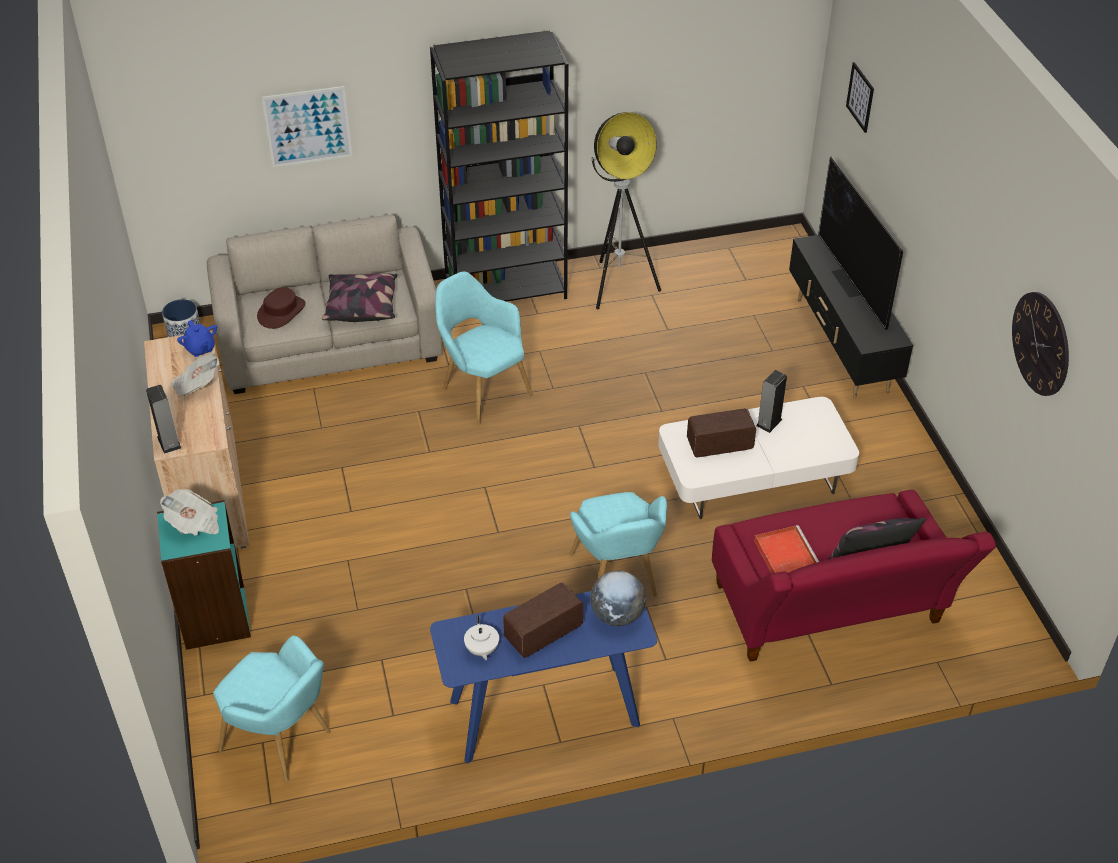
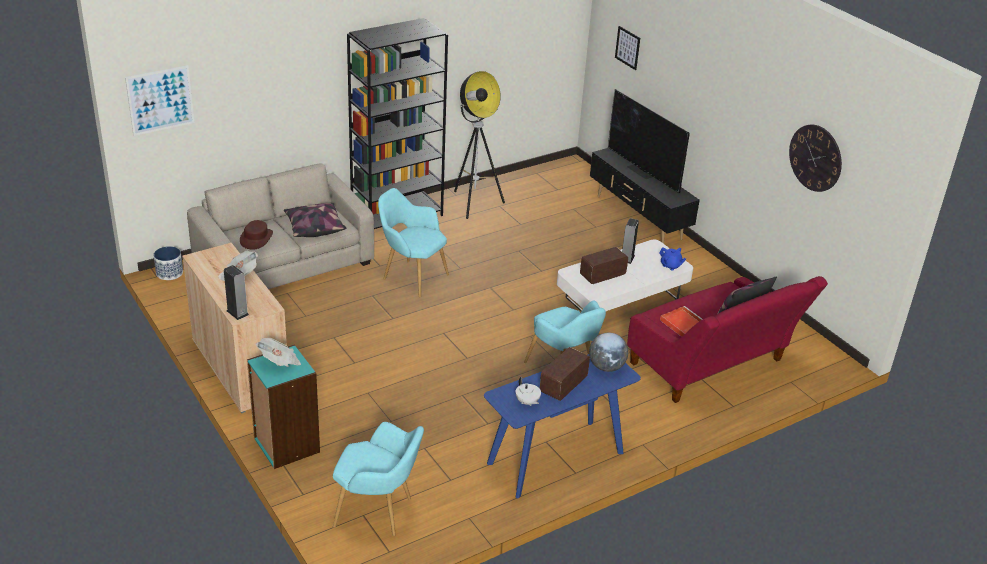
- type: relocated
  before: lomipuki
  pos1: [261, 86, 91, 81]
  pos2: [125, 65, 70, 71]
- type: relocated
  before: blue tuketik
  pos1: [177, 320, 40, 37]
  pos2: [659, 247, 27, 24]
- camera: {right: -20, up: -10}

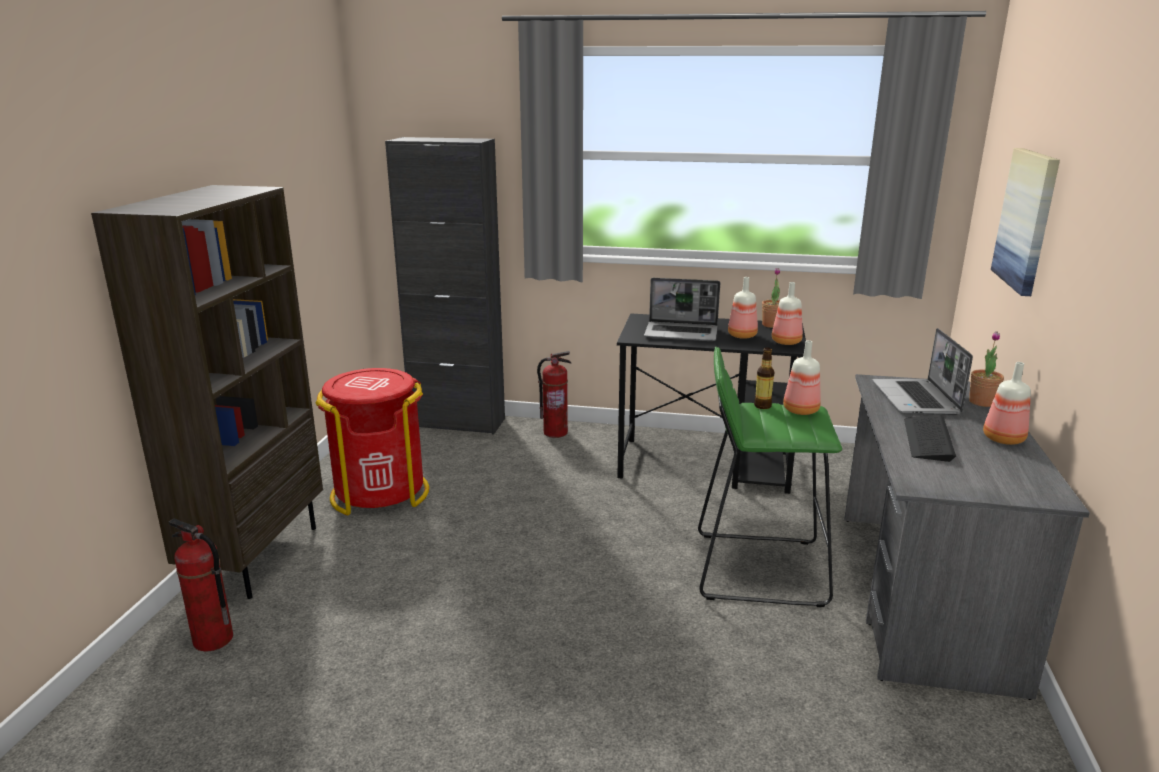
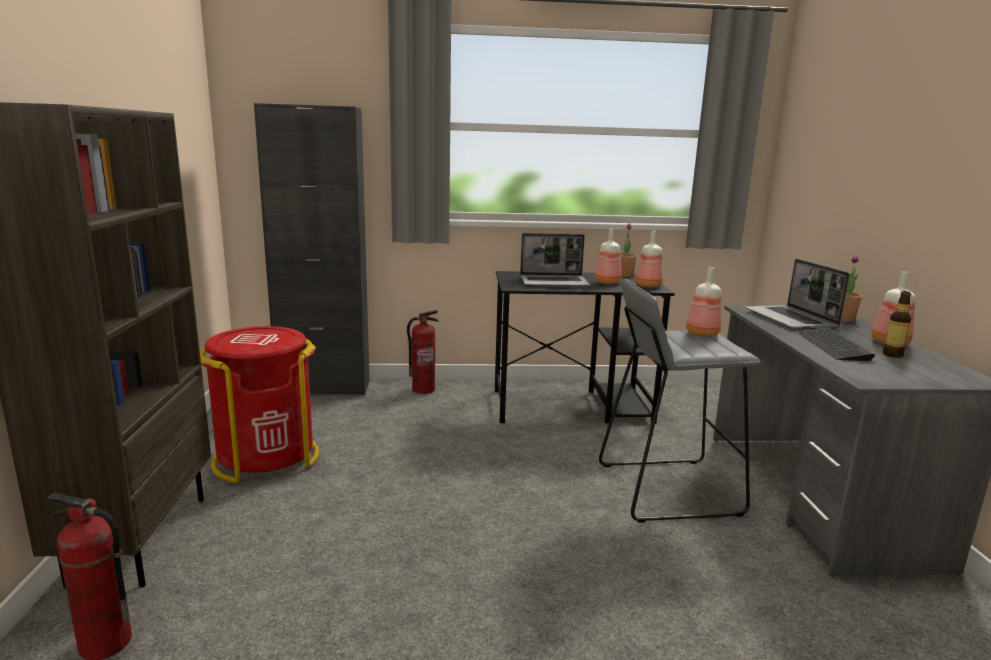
- type: missing
  before: lomipuki
  pos1: [991, 148, 69, 148]
- type: colour
  before: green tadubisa
  after: grey tadubisa
  pos1: [698, 347, 144, 260]
  pos2: [599, 278, 162, 245]
- type: relocated
  before: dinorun
  pos1: [754, 348, 20, 61]
  pos2: [883, 291, 29, 67]
- camera: {right: -15, up: -5}

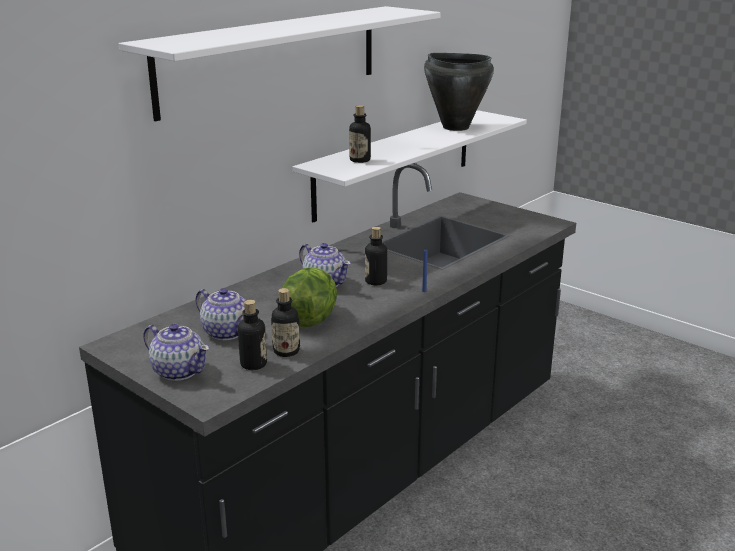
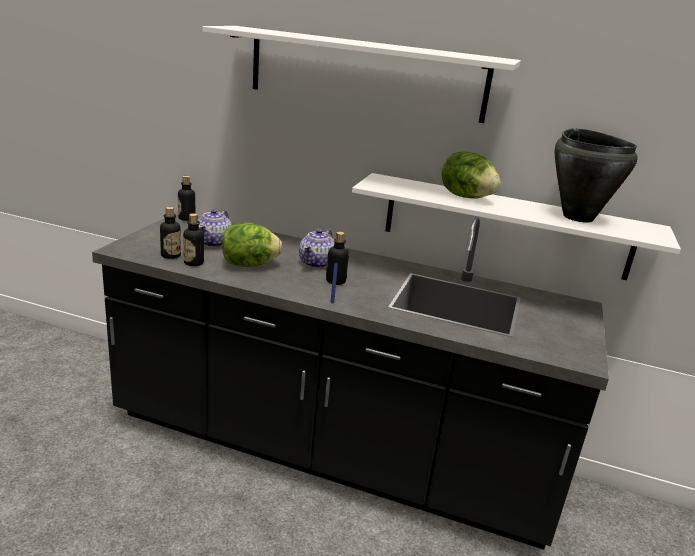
- type: relocated
  before: dinorun
  pos1: [349, 105, 22, 58]
  pos2: [178, 176, 17, 45]
- type: missing
  before: tuketik
  pos1: [143, 324, 67, 57]
- type: appeared
  after: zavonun
  pos2: [441, 151, 60, 48]
- camera: {right: 65, up: 0}

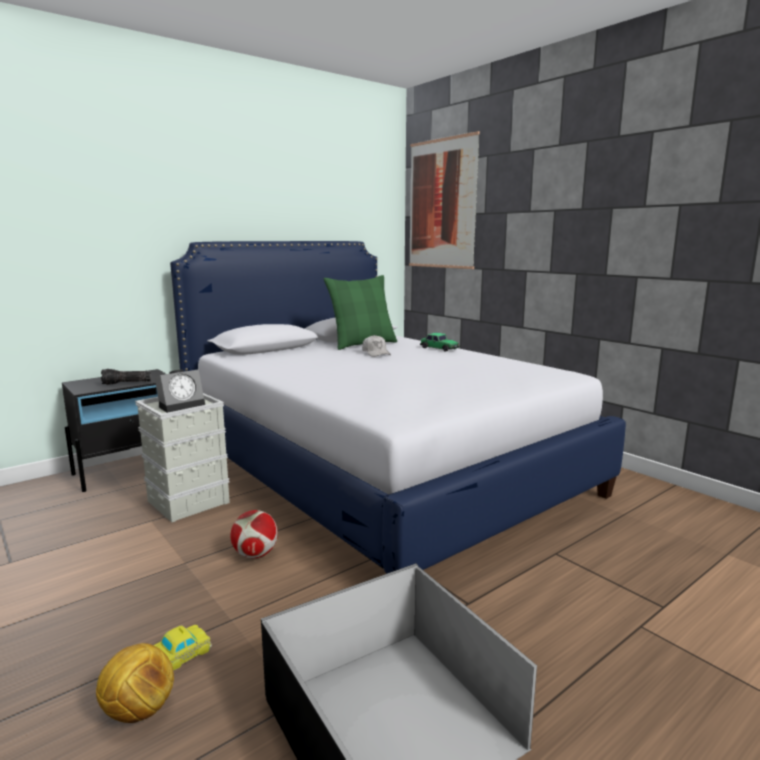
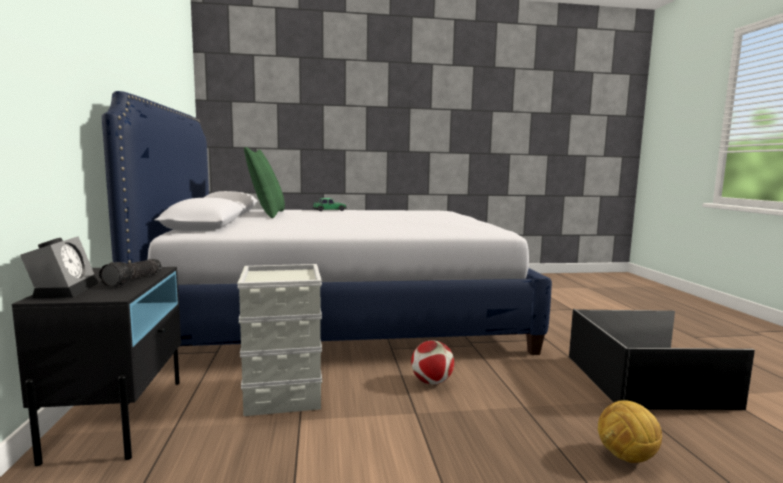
- type: missing
  before: lomipuki
  pos1: [409, 131, 71, 138]
- type: missing
  before: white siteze
  pos1: [362, 335, 29, 22]
- type: relocated
  before: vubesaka
  pos1: [155, 369, 50, 44]
  pos2: [20, 236, 78, 62]
- type: missing
  before: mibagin
  pos1: [154, 625, 58, 45]
- camera: {right: -60, up: -5}

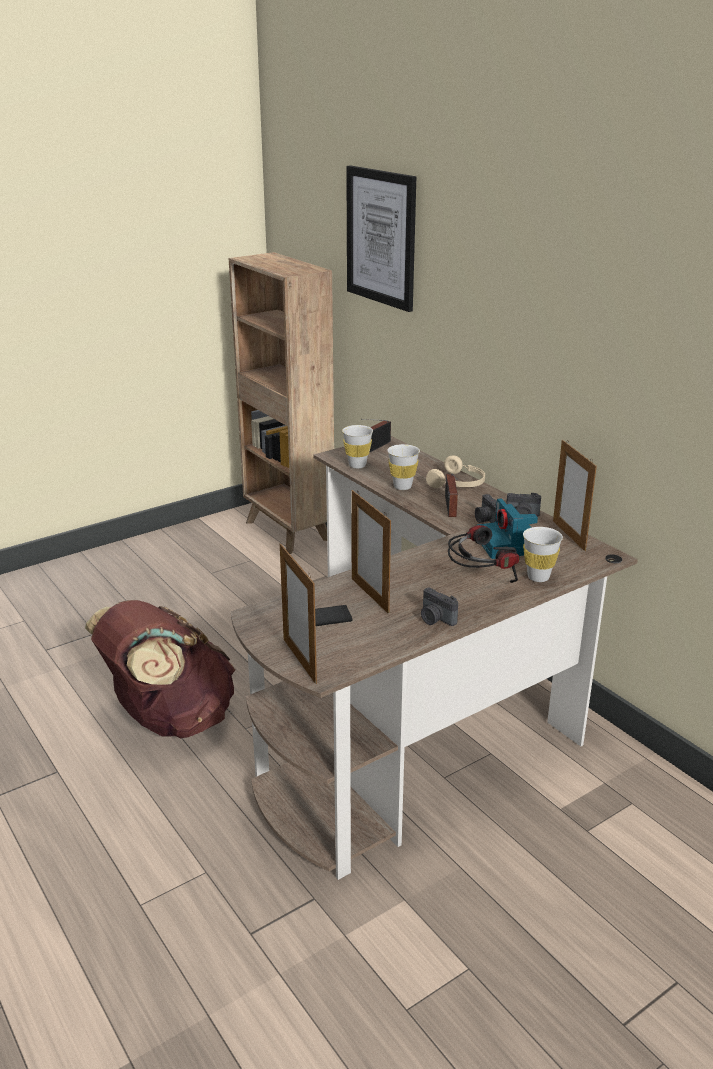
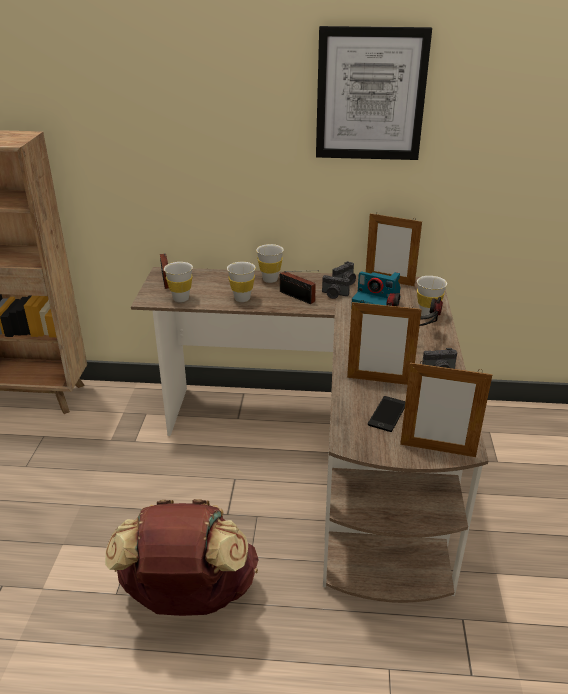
- type: relocated
  before: lomipuki
  pos1: [346, 165, 70, 147]
  pos2: [316, 26, 116, 134]
- type: exchanged
  before: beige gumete
  after: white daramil
  pos1: [426, 455, 59, 33]
  pos2: [256, 244, 28, 39]
- camera: {right: -50, up: 5}

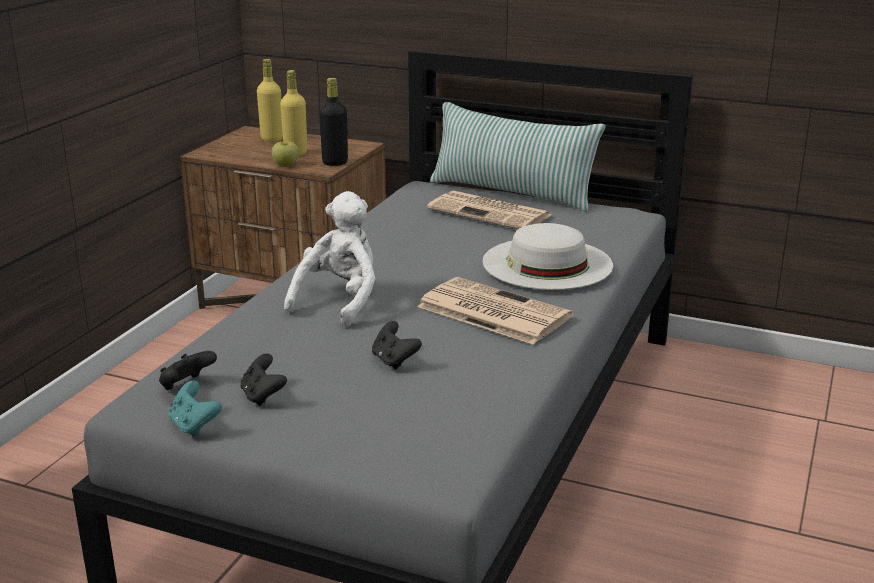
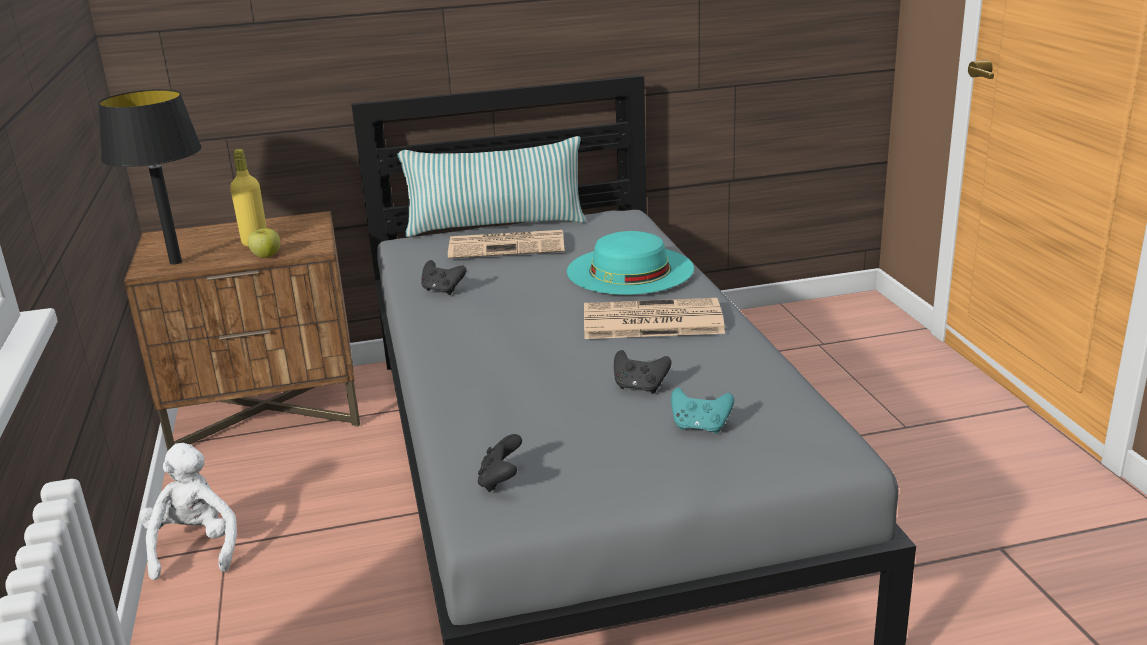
- type: missing
  before: yellow dinorun
  pos1: [257, 59, 26, 83]
- type: missing
  before: black dinorun
  pos1: [319, 78, 29, 88]
- type: relocated
  before: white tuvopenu
  pos1: [284, 191, 92, 136]
  pos2: [140, 443, 97, 137]
- type: colour
  before: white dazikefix
  after: turquoise dazikefix
  pos1: [482, 223, 131, 67]
  pos2: [567, 231, 127, 63]
- type: relocated
  before: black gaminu
  pos1: [241, 353, 46, 53]
  pos2: [421, 260, 46, 35]
- type: relocated
  before: turquoise gaminu
  pos1: [169, 381, 53, 56]
  pos2: [671, 387, 63, 47]
- type: appeared
  after: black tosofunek
  pos2: [98, 89, 104, 176]
- camera: {right: -35, up: 0}

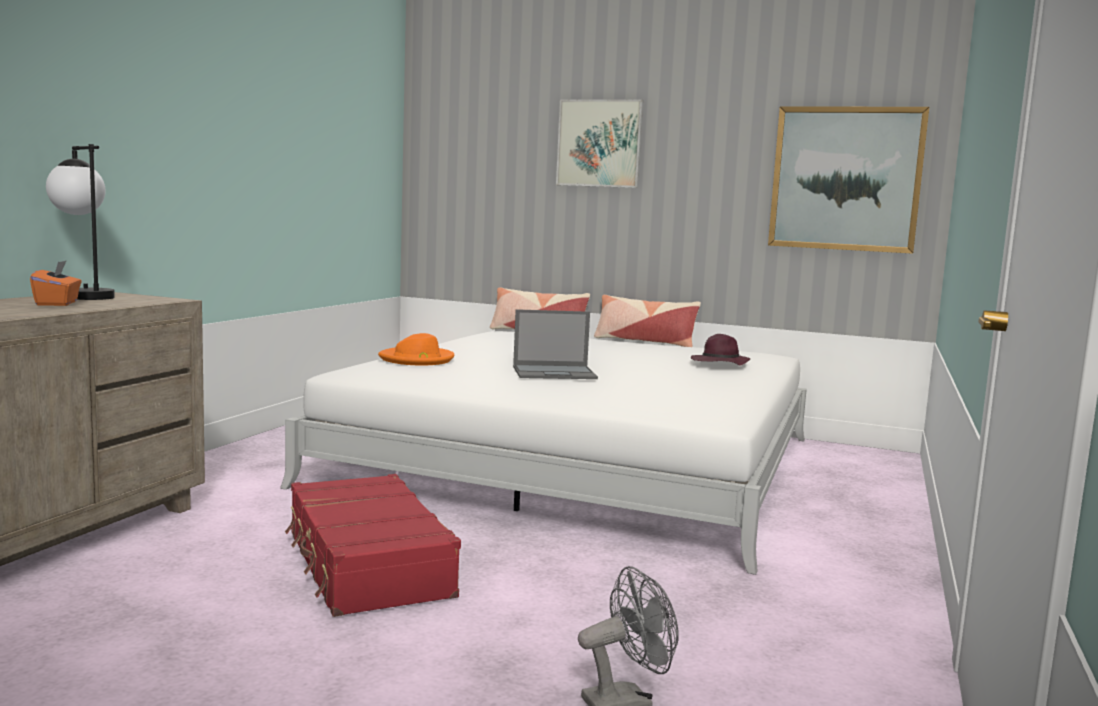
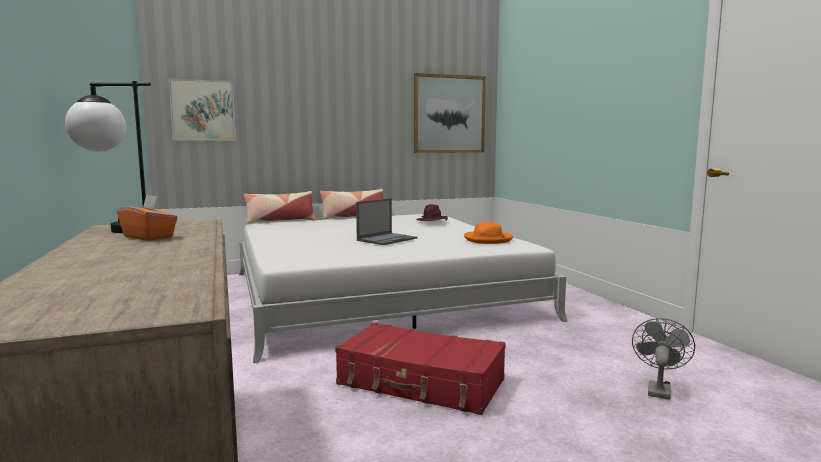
- type: relocated
  before: lomipuki
  pos1: [556, 99, 87, 89]
  pos2: [168, 79, 68, 62]
- type: relocated
  before: orange dazikefix
  pos1: [378, 333, 76, 32]
  pos2: [464, 222, 49, 22]
- camera: {right: -40, up: 0}

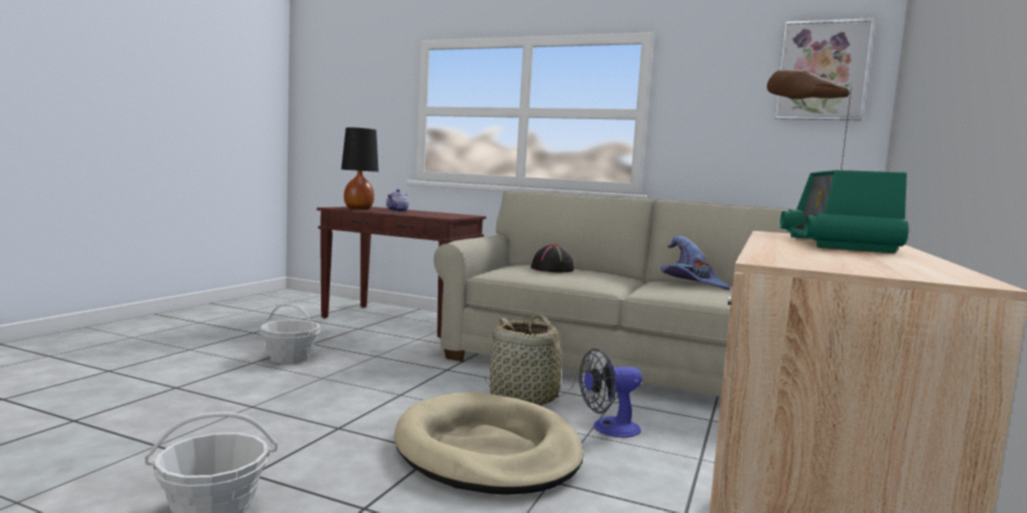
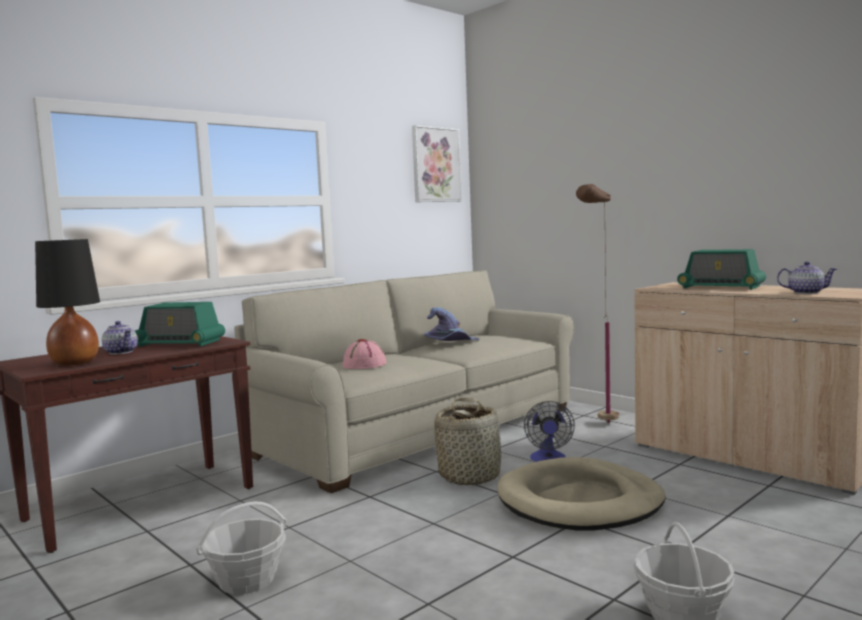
- type: colour
  before: black dazikefix
  after: pink dazikefix
  pos1: [531, 244, 43, 29]
  pos2: [343, 339, 44, 30]
- type: appeared
  after: tuketik
  pos2: [777, 261, 60, 33]
- type: appeared
  after: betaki
  pos2: [135, 302, 90, 45]
- camera: {right: -65, up: 0}

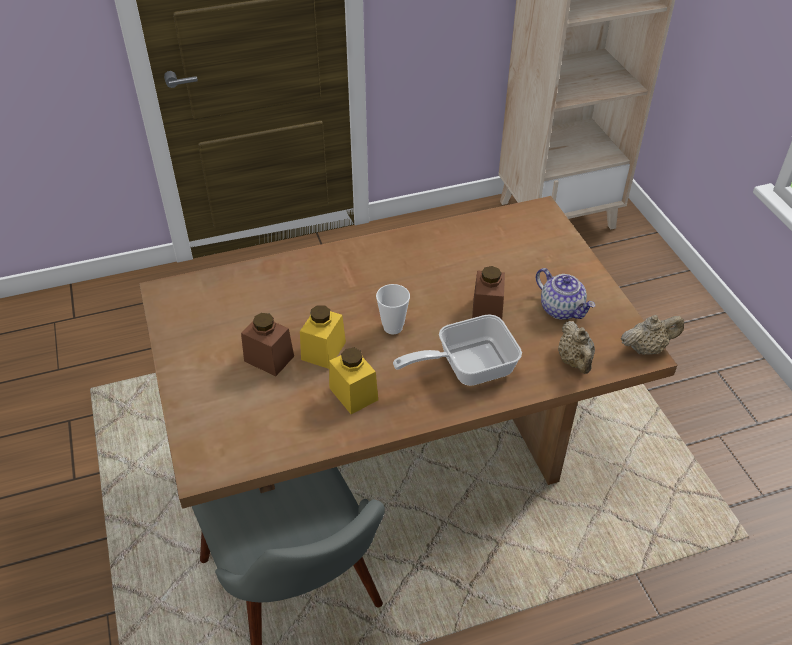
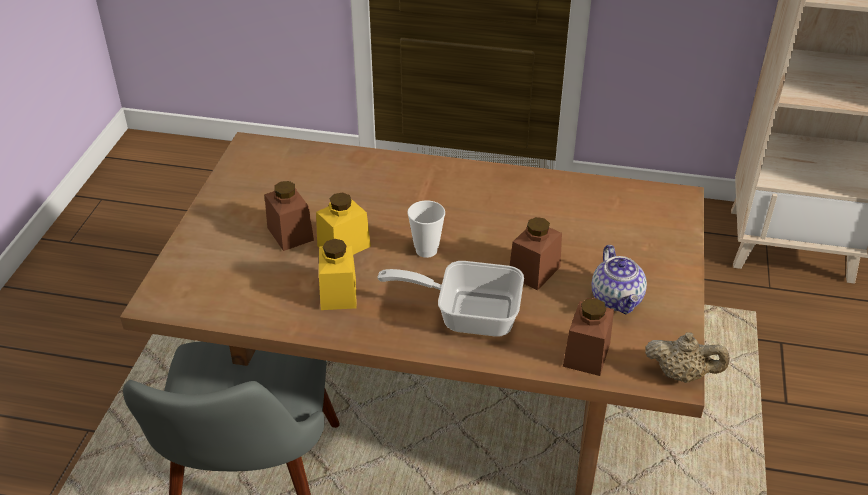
- type: exchanged
  before: beige tuketik
  after: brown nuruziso
  pos1: [558, 321, 37, 53]
  pos2: [563, 298, 51, 78]
- camera: {right: 30, up: -5}

